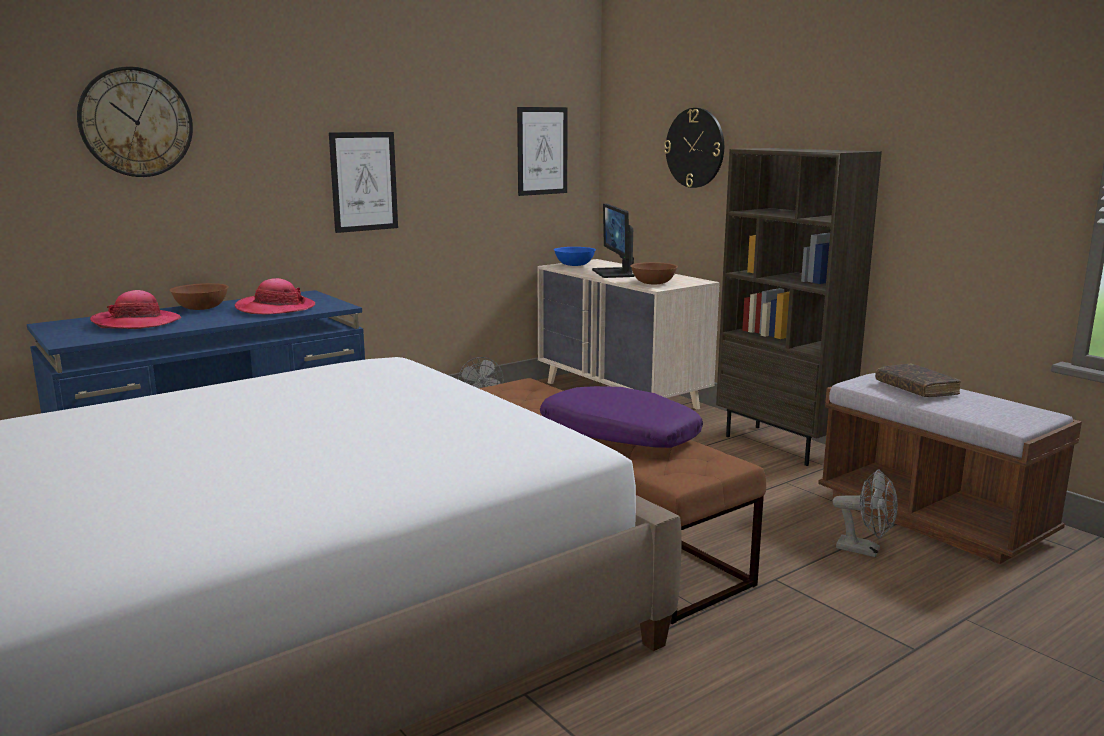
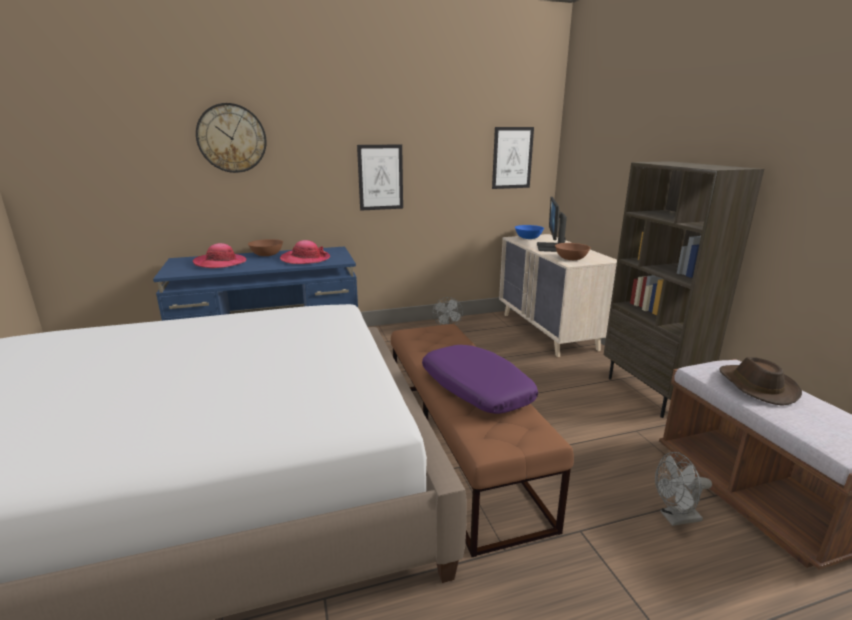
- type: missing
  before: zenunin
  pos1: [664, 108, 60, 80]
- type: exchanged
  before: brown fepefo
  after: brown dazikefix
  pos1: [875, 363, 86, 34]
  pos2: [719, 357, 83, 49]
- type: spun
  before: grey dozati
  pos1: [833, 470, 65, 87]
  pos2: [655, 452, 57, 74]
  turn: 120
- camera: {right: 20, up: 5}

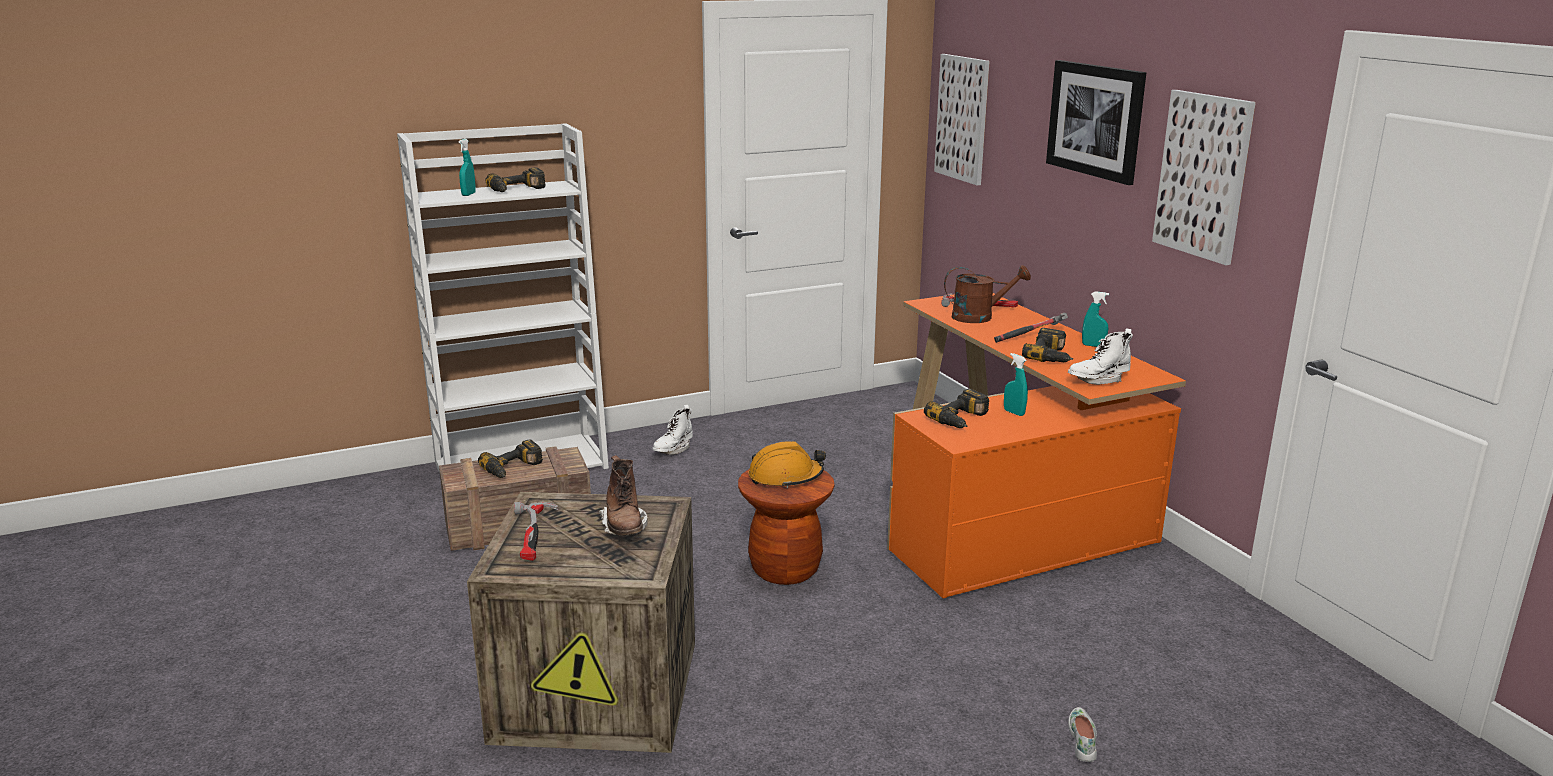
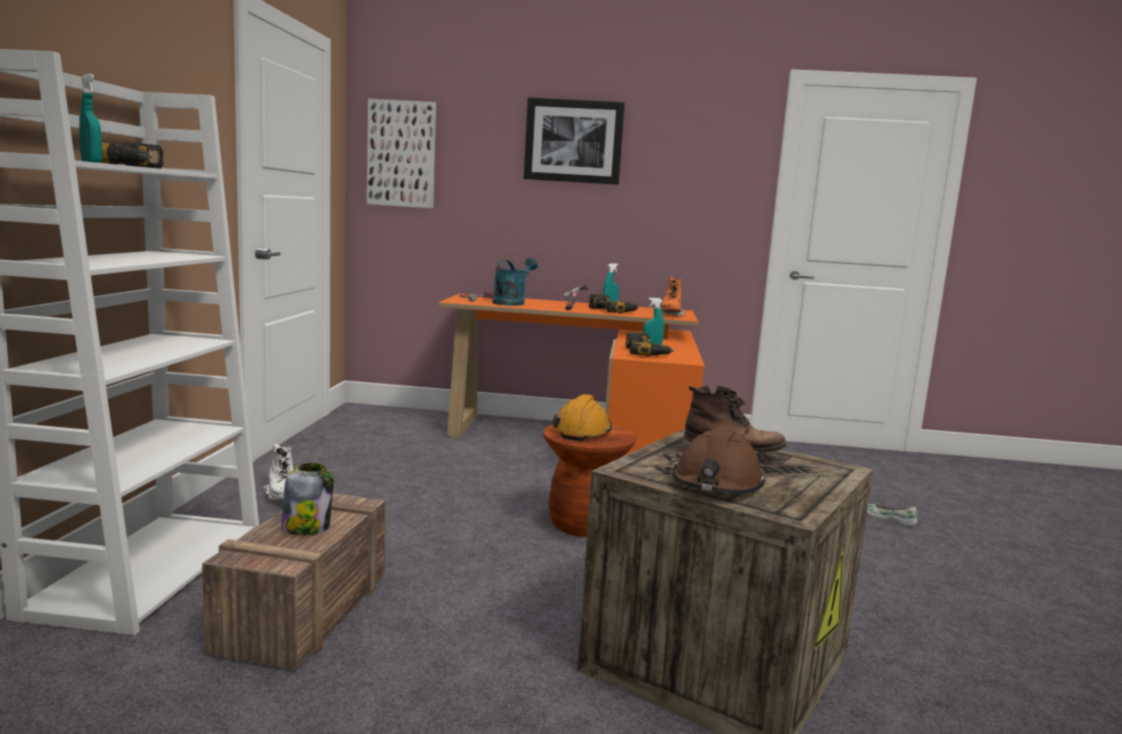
- type: missing
  before: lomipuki
  pos1: [1152, 90, 104, 175]
- type: colour
  before: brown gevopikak
  after: turquoise gevopikak
  pos1: [944, 265, 87, 58]
  pos2: [493, 258, 45, 48]
- type: colour
  before: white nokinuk
  after: orange nokinuk
  pos1: [1068, 329, 65, 56]
  pos2: [659, 277, 26, 39]
- type: exchanged
  before: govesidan
  after: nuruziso
  pos1: [478, 439, 65, 39]
  pos2: [281, 463, 53, 72]
- type: exchanged
  before: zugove
  after: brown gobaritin
  pos1: [514, 502, 45, 59]
  pos2: [672, 428, 93, 66]
- camera: {right: -60, up: -10}

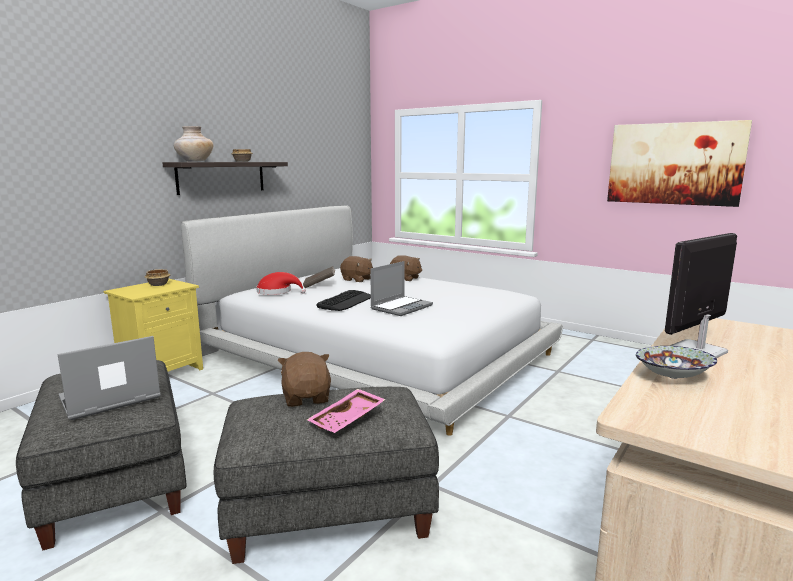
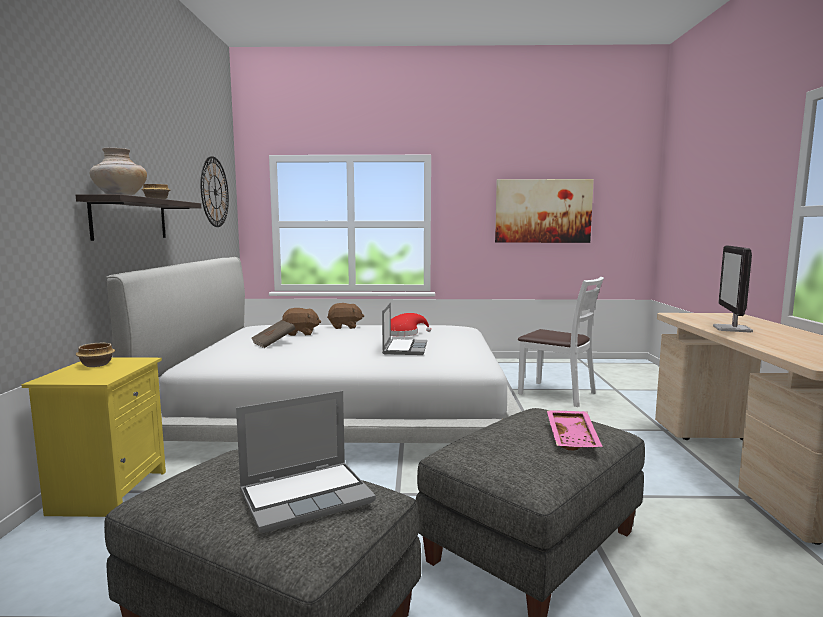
- type: relocated
  before: red dazikefix
  pos1: [256, 272, 50, 23]
  pos2: [391, 313, 40, 23]
- type: missing
  before: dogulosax
  pos1: [316, 290, 55, 21]
- type: spun
  before: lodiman
  pos1: [57, 336, 104, 84]
  pos2: [236, 391, 140, 142]
  turn: -135
- type: missing
  before: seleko
  pos1: [636, 346, 81, 33]
- type: missing
  before: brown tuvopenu
  pos1: [278, 352, 53, 55]
- type: appeared
  after: zenunin
  pos2: [200, 156, 29, 71]
- type: appeared
  after: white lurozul
  pos2: [518, 276, 86, 131]
- camera: {right: -35, up: -5}

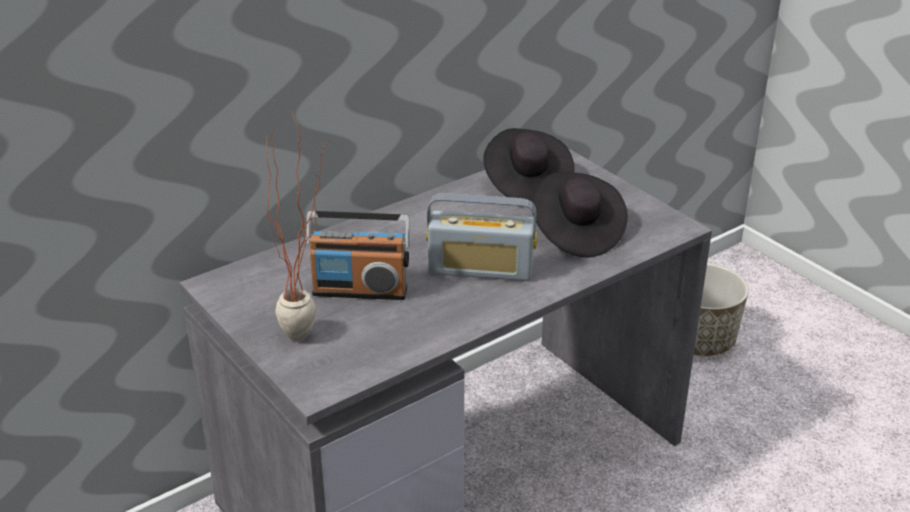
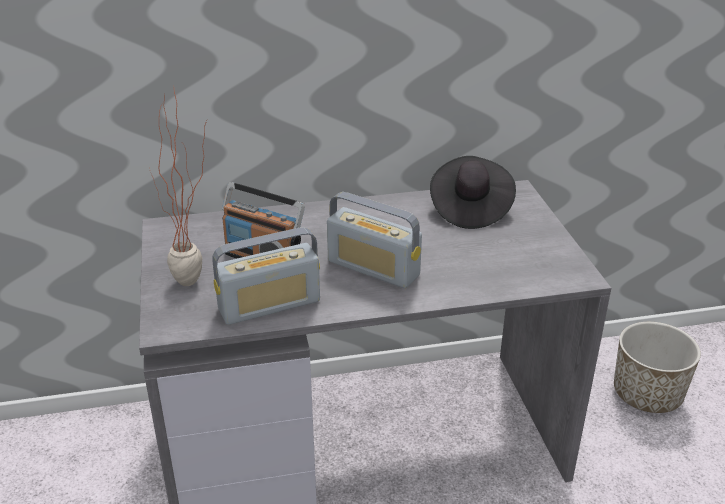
- type: missing
  before: black dazikefix
  pos1: [531, 172, 97, 85]
- type: appeared
  after: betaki
  pos2: [212, 227, 108, 98]
- camera: {right: 25, up: 0}

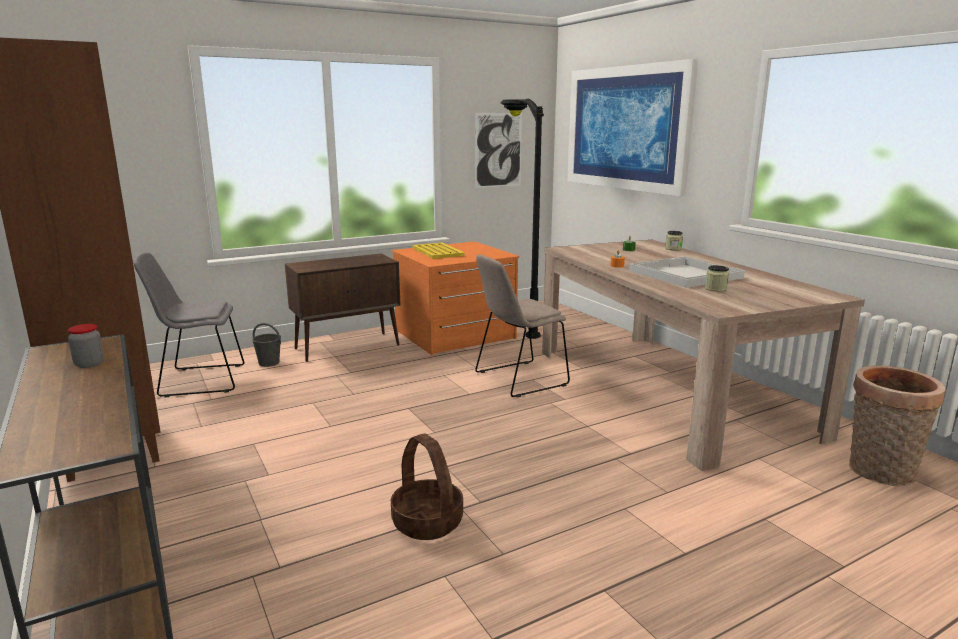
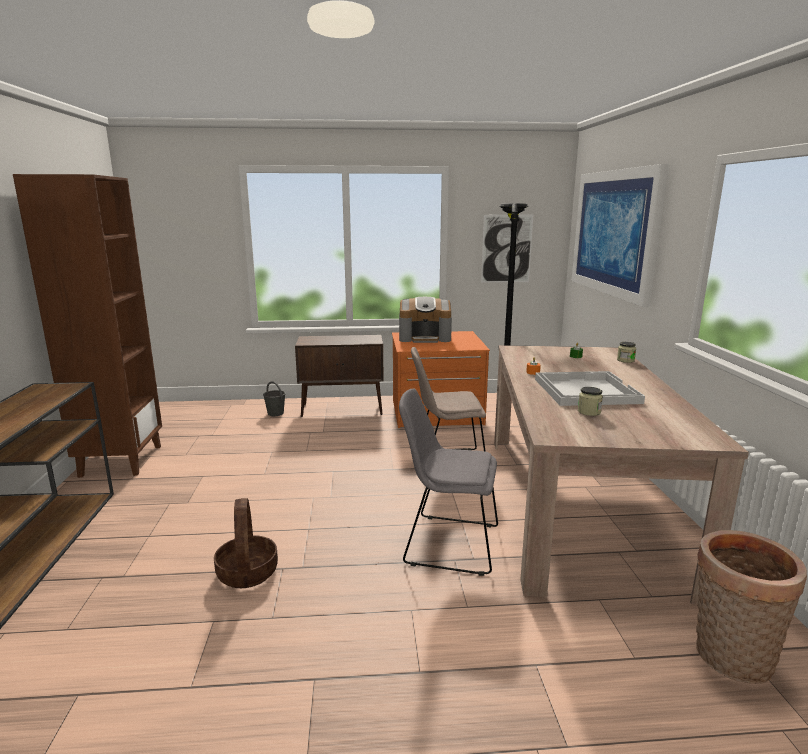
- type: exchanged
  before: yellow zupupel
  after: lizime
  pos1: [413, 243, 52, 16]
  pos2: [399, 297, 53, 46]
- type: relocated
  before: grey lurozul
  pos1: [134, 253, 110, 144]
  pos2: [399, 389, 99, 187]
- type: missing
  before: nuruziso
  pos1: [68, 324, 36, 44]
- camera: {right: 25, up: 0}

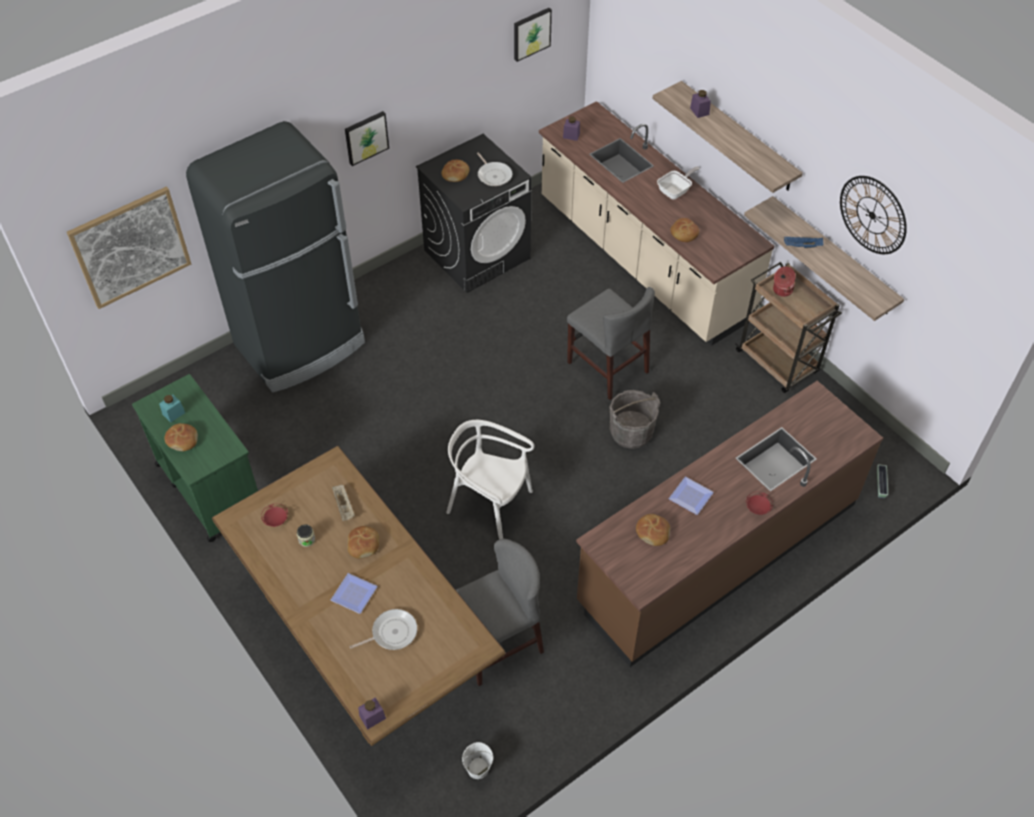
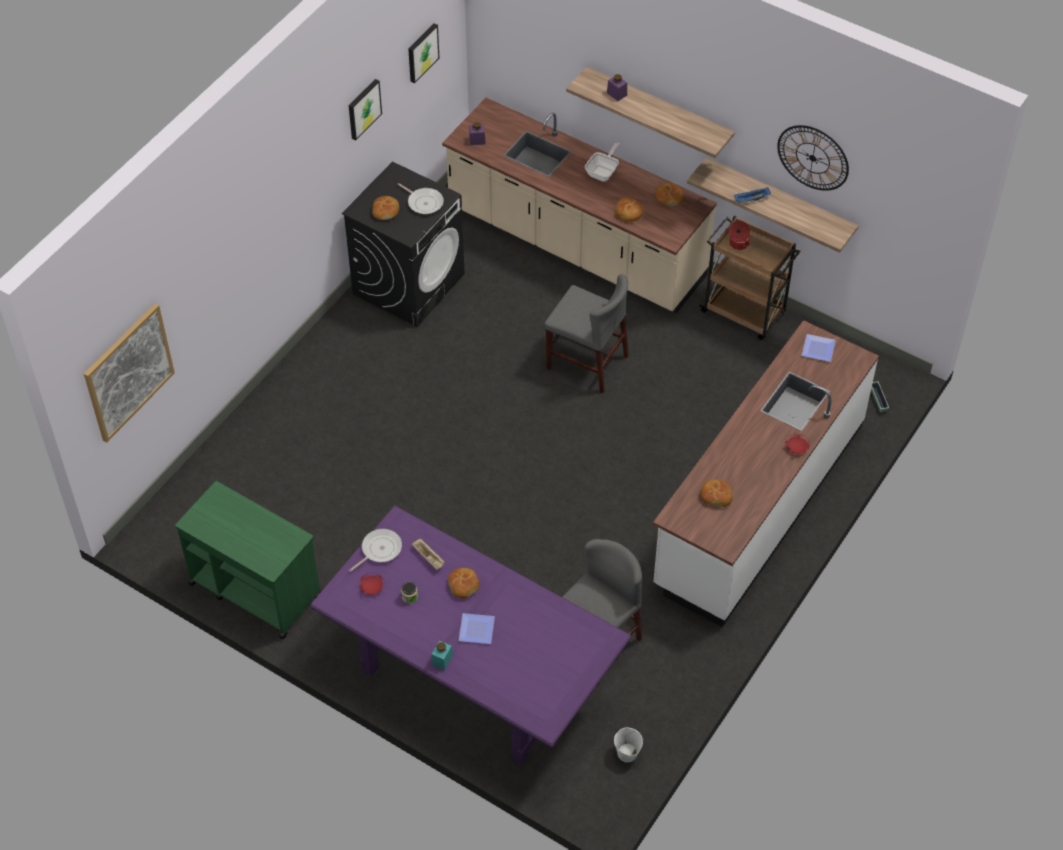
- type: relocated
  before: lomipuki
  pos1: [345, 111, 44, 55]
  pos2: [349, 79, 33, 61]
- type: missing
  before: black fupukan
  pos1: [186, 121, 179, 271]
- type: colour
  before: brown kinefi
  after: white kinefi
  pos1: [576, 381, 307, 286]
  pos2: [653, 320, 226, 307]
- type: missing
  before: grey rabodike
  pos1: [609, 390, 52, 59]
- type: relocated
  before: turquoise nuruziso
  pos1: [159, 395, 26, 28]
  pos2: [431, 641, 22, 29]
- type: missing
  before: white lurozul
  pos1: [446, 420, 89, 119]
- type: relocated
  before: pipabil
  pos1: [165, 423, 33, 28]
  pos2: [655, 183, 30, 23]
- type: colour
  before: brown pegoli
  after: purple pegoli
  pos1: [212, 446, 293, 300]
  pos2: [311, 505, 320, 260]
- type: relocated
  before: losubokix
  pos1: [669, 477, 45, 38]
  pos2: [801, 334, 35, 28]
- type: relocated
  before: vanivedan
  pos1: [349, 609, 68, 41]
  pos2: [349, 529, 53, 43]
- type: missing
  before: purple nuruziso
  pos1: [358, 697, 28, 33]
- camera: {right: -20, up: 0}

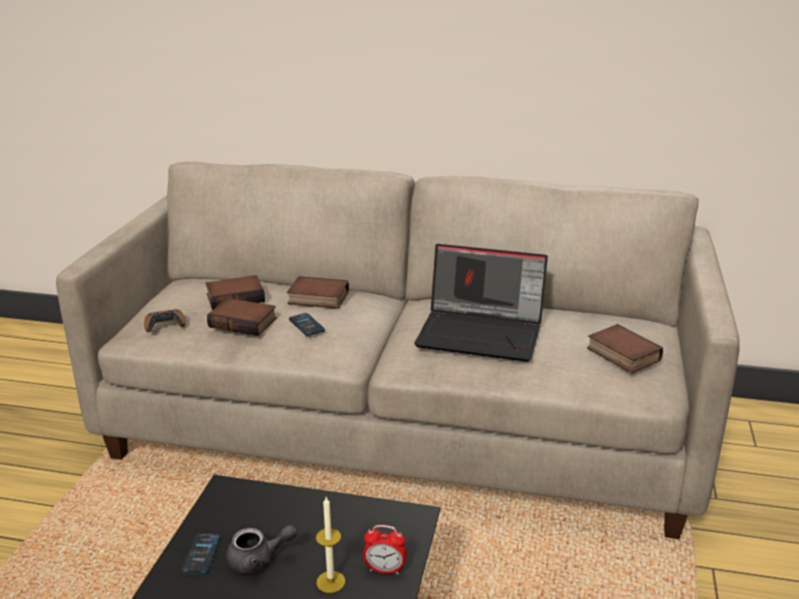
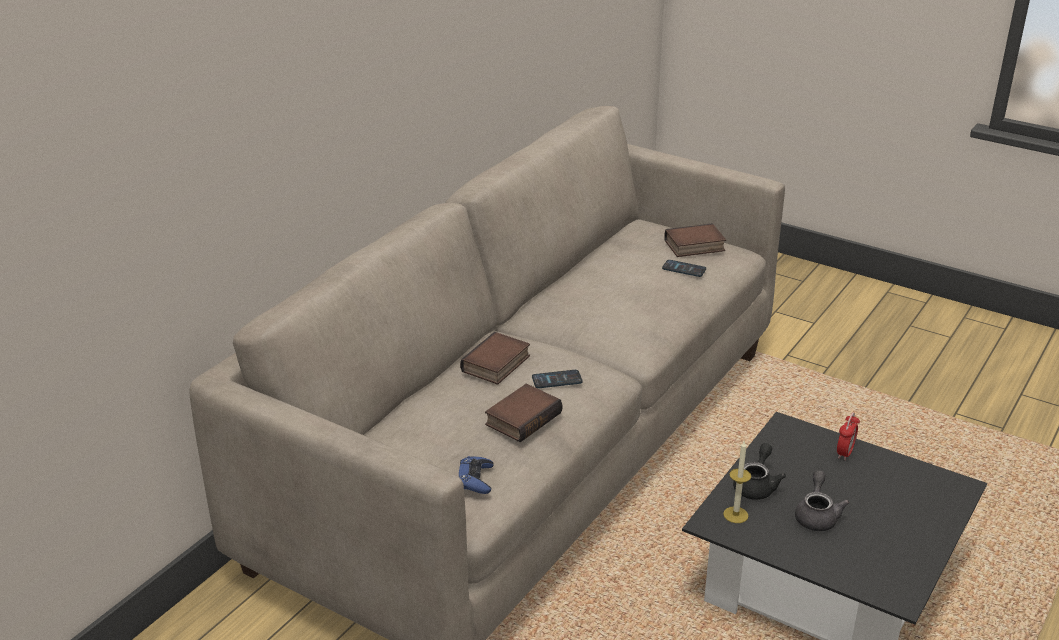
- type: missing
  before: lodiman
  pos1: [414, 244, 134, 118]
- type: missing
  before: fepefo
  pos1: [206, 275, 59, 35]
- type: colour
  before: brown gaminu
  after: blue gaminu
  pos1: [144, 309, 42, 23]
  pos2: [459, 456, 35, 38]
- type: relocated
  before: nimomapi
  pos1: [316, 497, 29, 96]
  pos2: [723, 440, 28, 83]
- type: relocated
  before: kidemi
  pos1: [181, 533, 40, 42]
  pos2: [662, 260, 44, 17]
- type: appeared
  after: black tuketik
  pos2: [733, 443, 53, 57]
- camera: {right: -70, up: 5}

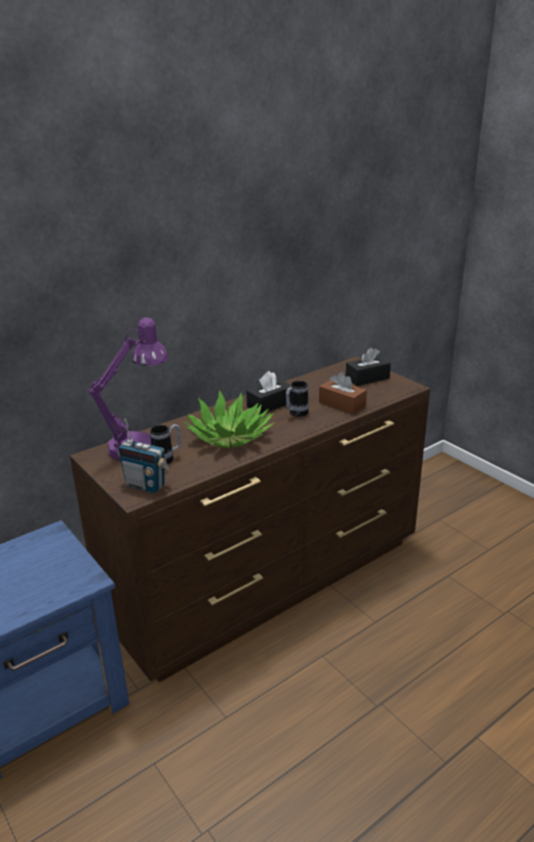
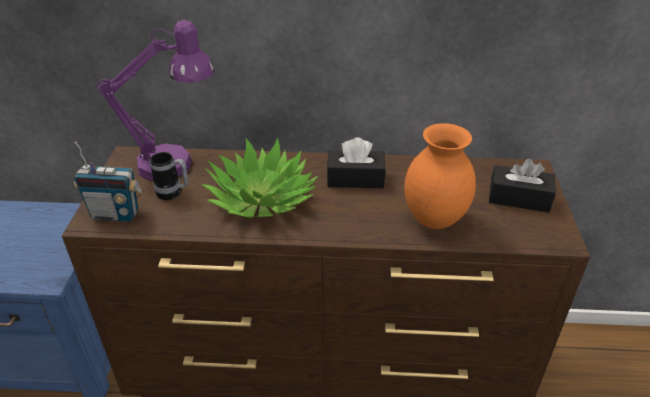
- type: exchanged
  before: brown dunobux
  after: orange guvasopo
  pos1: [319, 372, 48, 42]
  pos2: [404, 123, 72, 106]
- type: missing
  before: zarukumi
  pos1: [286, 381, 23, 36]
- type: spun
  before: betaki
  pos1: [118, 419, 52, 74]
  pos2: [74, 142, 68, 80]
  turn: -60
- camera: {right: 40, up: 10}

